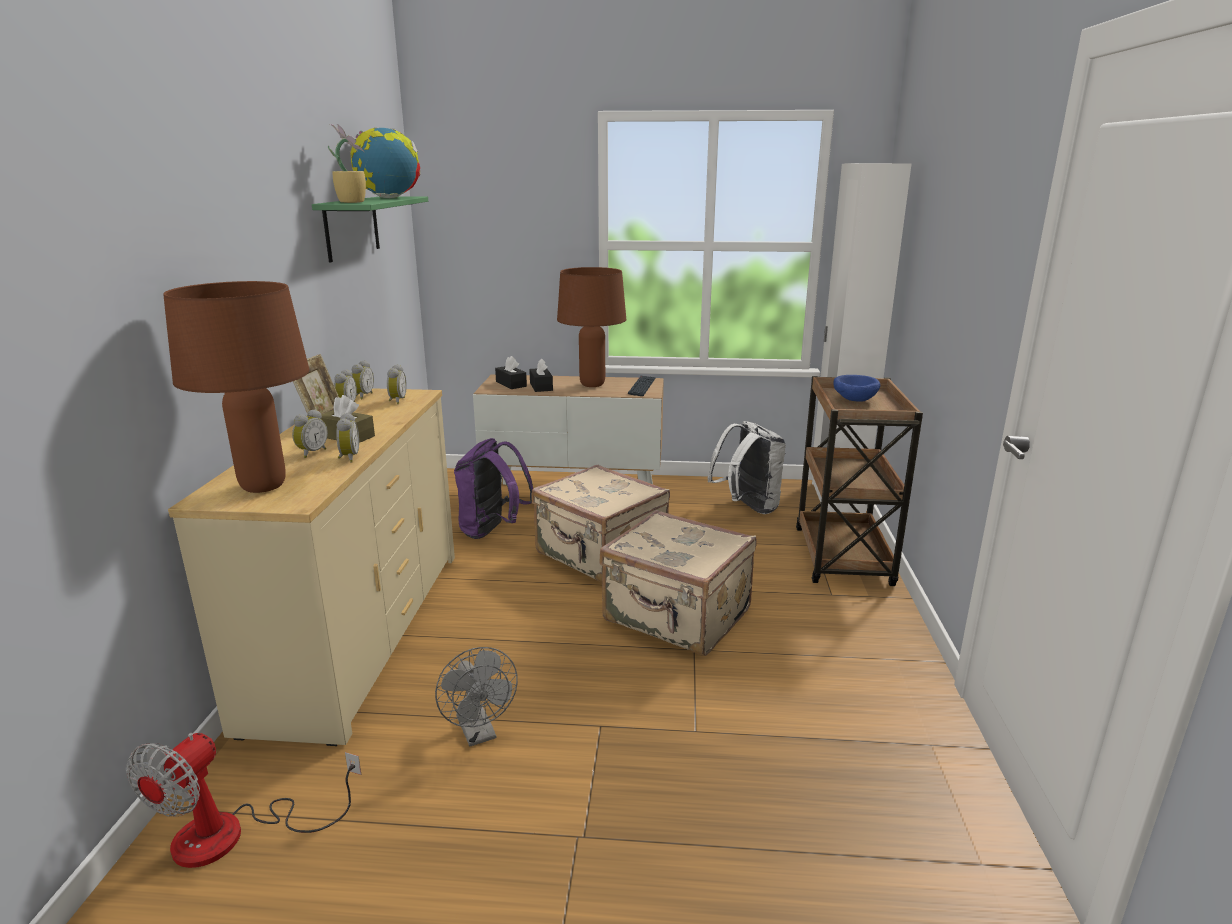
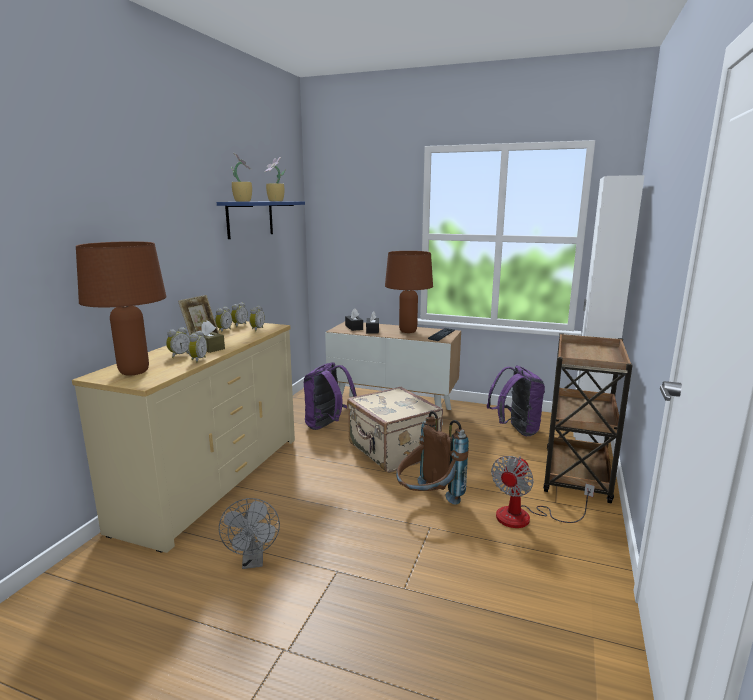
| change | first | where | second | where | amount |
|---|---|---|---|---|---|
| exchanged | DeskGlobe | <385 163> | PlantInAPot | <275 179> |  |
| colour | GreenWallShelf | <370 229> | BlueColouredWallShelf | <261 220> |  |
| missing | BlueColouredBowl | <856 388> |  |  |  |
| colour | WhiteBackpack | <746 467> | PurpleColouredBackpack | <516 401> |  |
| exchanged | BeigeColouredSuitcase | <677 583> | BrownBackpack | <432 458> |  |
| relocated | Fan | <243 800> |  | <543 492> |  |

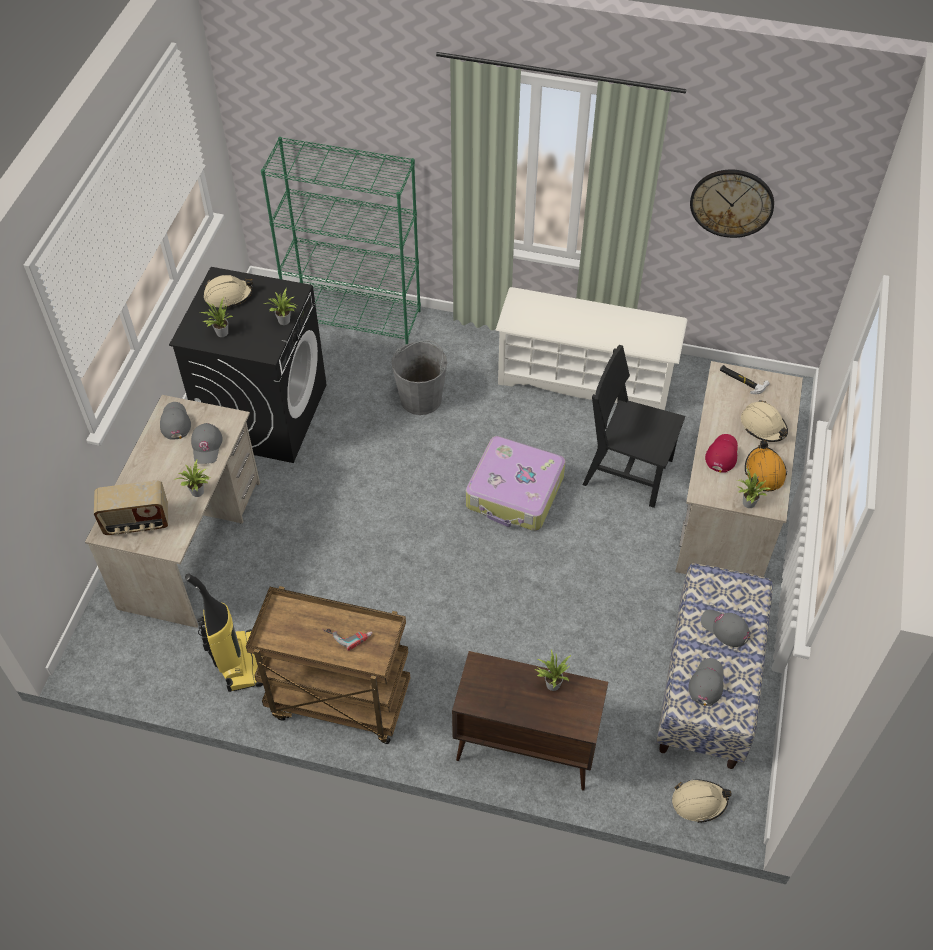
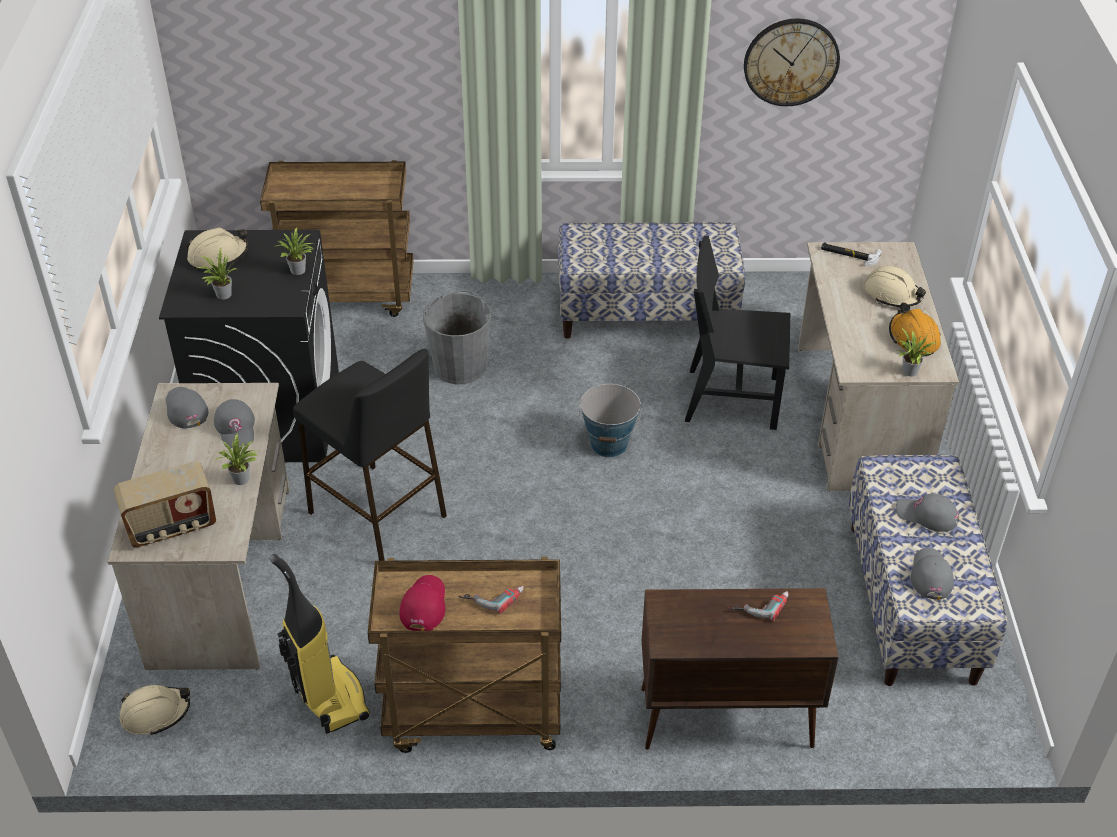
| change | first | where | second | where | amount |
|---|---|---|---|---|---|
| exchanged | GreenBookcase | <341 240> | BrownWheeledCart | <337 238> |  |
| exchanged | WhiteShoeShelf | <591 348> | Bench | <651 280> |  |
| relocated | RedColouredCap | <721 453> |  | <422 603> |  |
| exchanged | Suitcase | <516 483> | Bucket | <610 420> |  |
| exchanged | PlantInAPot | <553 670> | ElectricDrill | <758 606> |  |
| relocated | BeigeColouredWorkHelmet | <701 801> |  | <155 710> |  |
| appeared |  |  | BlackStoolSeat | <370 454> |  |

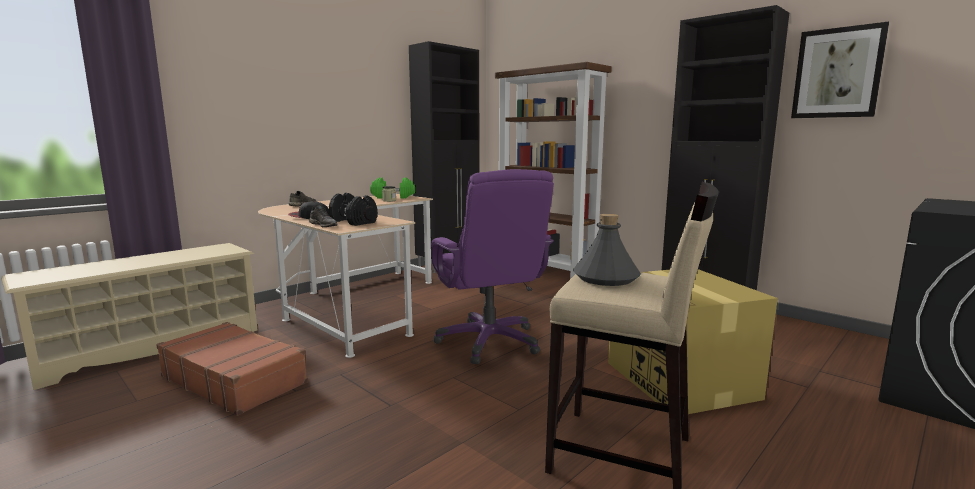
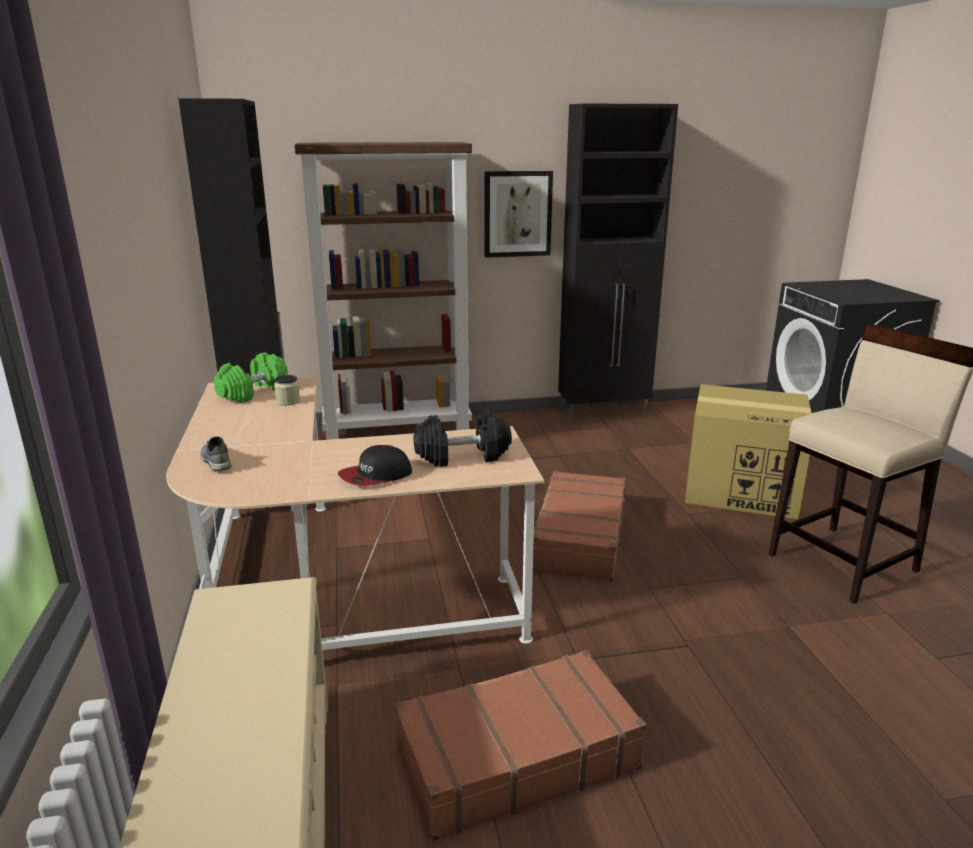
| change | first | where | second | where | amount |
|---|---|---|---|---|---|
| relocated | WallArt | <840 70> |  | <519 214> |  |
| exchanged | PurpleColouredOfficeChair | <492 266> | BrownSuitcase | <579 526> |  |
| missing | GreyLowShoe | <323 216> |  |  |  |
| missing | GreyDrinkBottle | <607 250> |  |  |  |

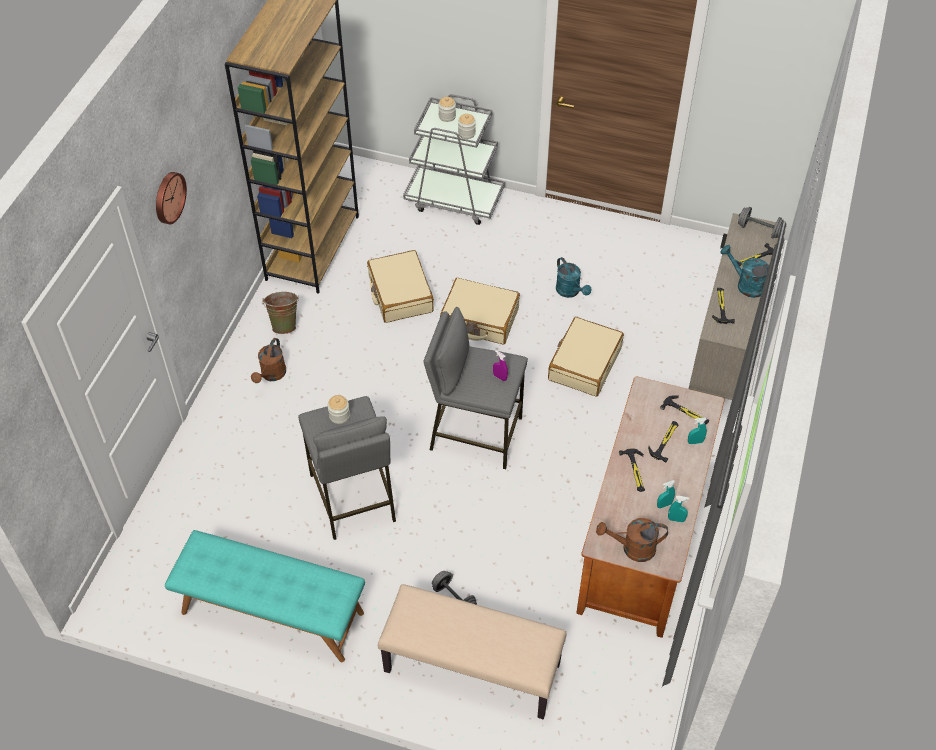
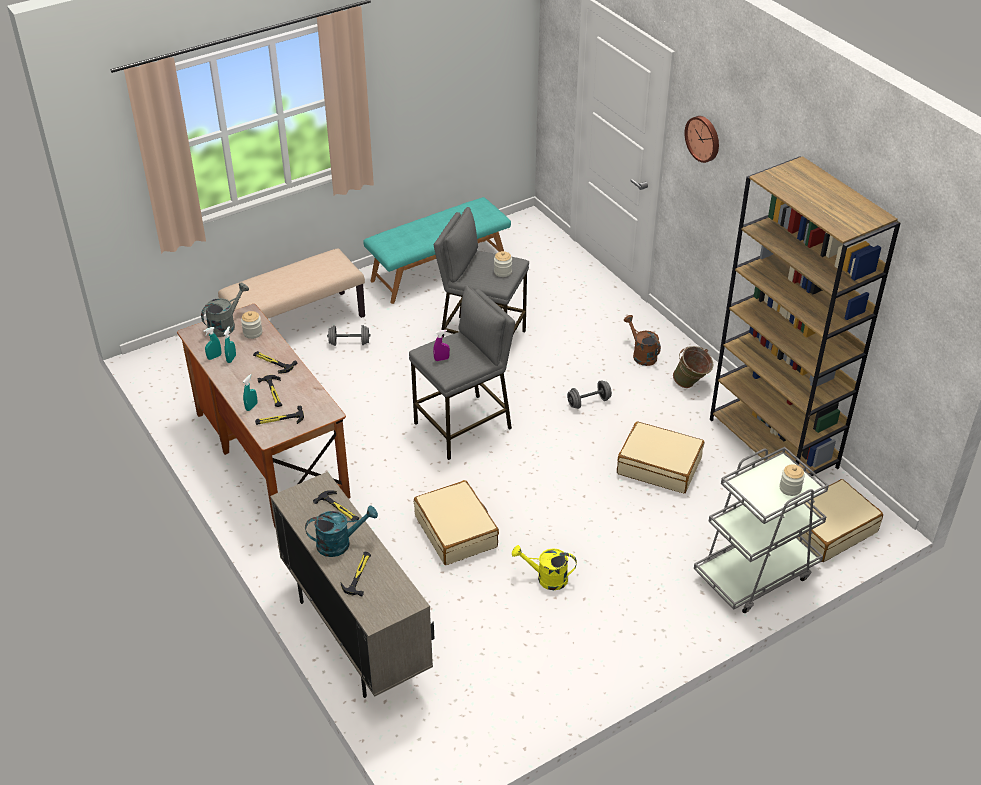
| change | first | where | second | where | amount |
|---|---|---|---|---|---|
| relocated | PreserveJar | <467 126> |  | <252 325> |  |
| relocated | GreyHandWeight | <761 223> |  | <589 394> |  |
| colour | BlueGreenWateringCan | <573 277> | YellowishWateringCan | <544 567> |  |
| relocated | BeigeColouredSuitcase | <480 311> |  | <840 520> |  |
| colour | BrownWateringCan | <632 540> | GreyWateringCan | <225 309> |  |

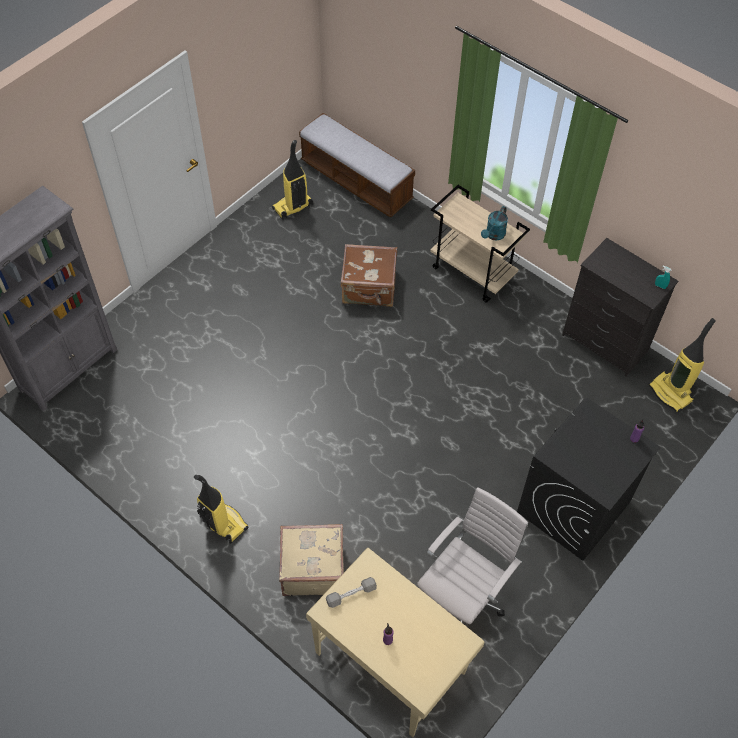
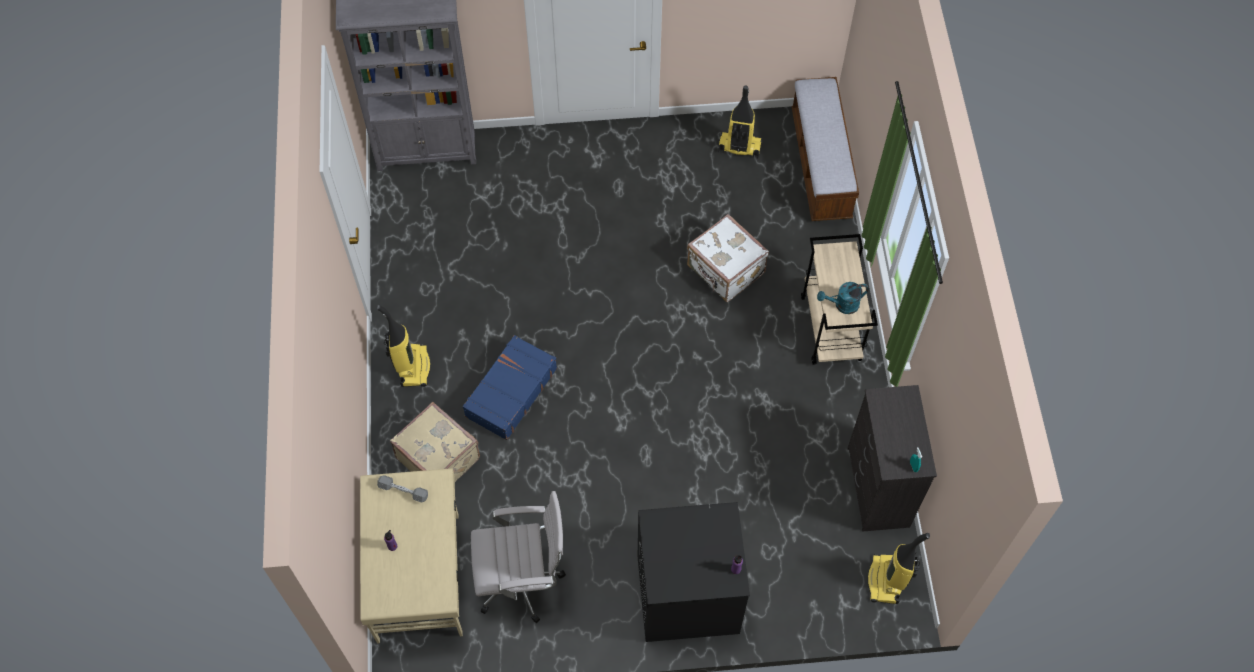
| change | first | where | second | where | amount |
|---|---|---|---|---|---|
| colour | BrownSuitcase | <369 275> | WhiteSuitcase | <728 258> |  |
| appeared |  |  | BlueColouredSuitcase | <510 387> |  |

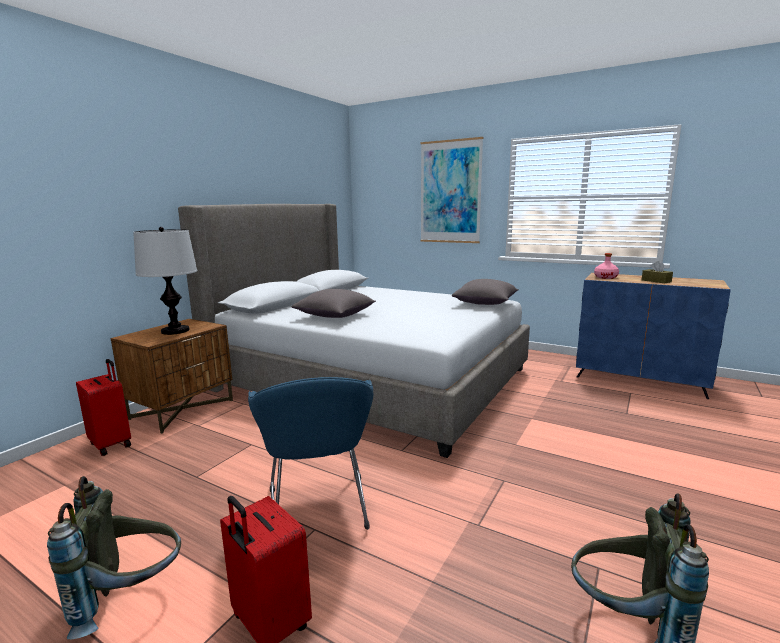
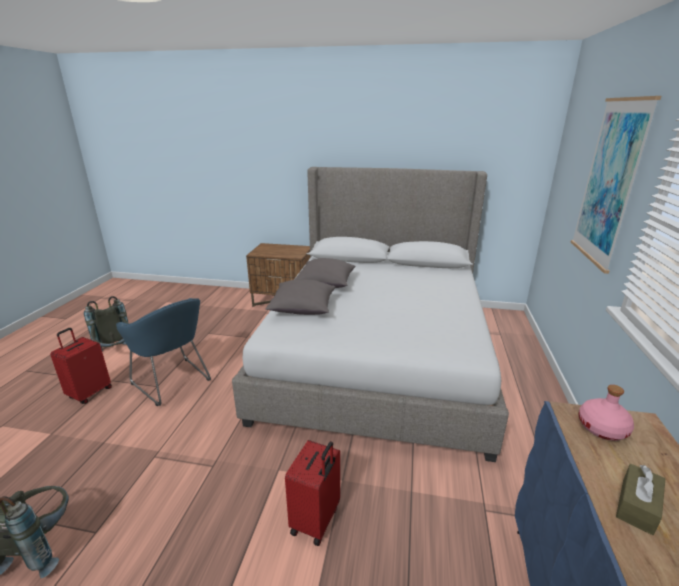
| change | first | where | second | where | amount |
|---|---|---|---|---|---|
| missing | LampForATable | <165 281> |  |  |  |
| relocated | GreyThrowPillow | <485 292> |  | <300 297> |  |
| relocated | RedColouredSuitcase | <103 407> |  | <312 493> |  |
| spun | BlueColouredLoungeChair | <310 453> |  | <163 352> | 105 degrees counterclockwise |

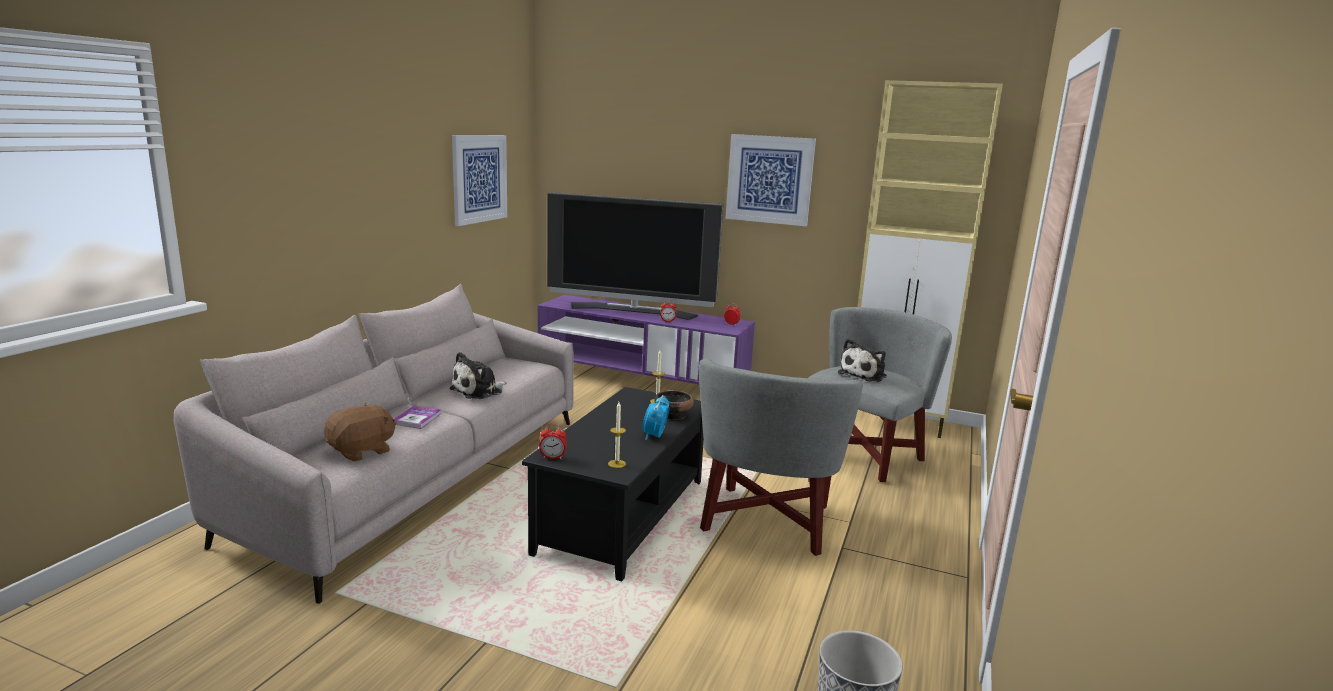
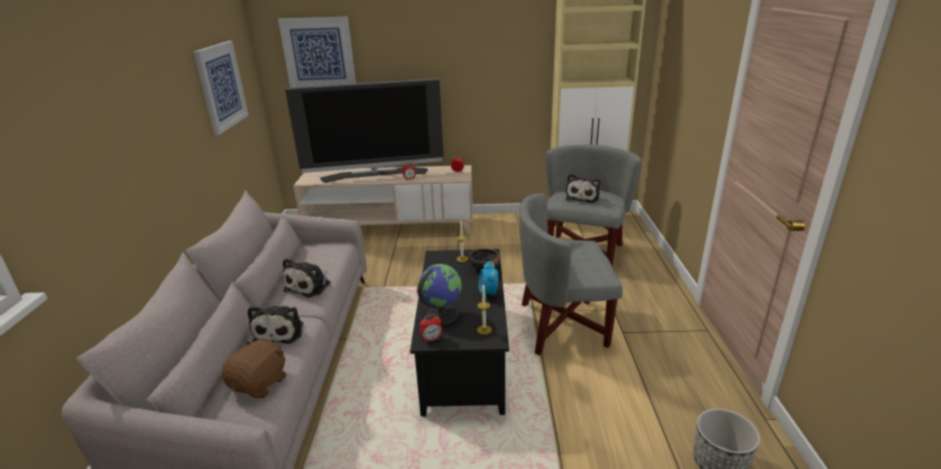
| change | first | where | second | where | amount |
|---|---|---|---|---|---|
| relocated | WallArt | <770 180> |  | <317 52> |  |
| colour | PurpleColouredTvUnit | <646 339> | BeigeColouredTvUnit | <383 199> |  |
| spun | GreyLoungeChair | <781 457> |  | <571 275> | 90 degrees clockwise |
| exchanged | Book | <418 417> | SoftToy | <275 325> |  |
| appeared |  |  | DeskGlobe | <439 294> |  |

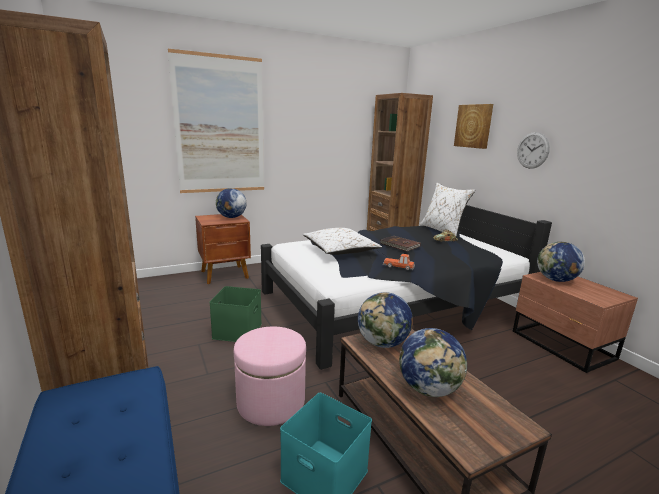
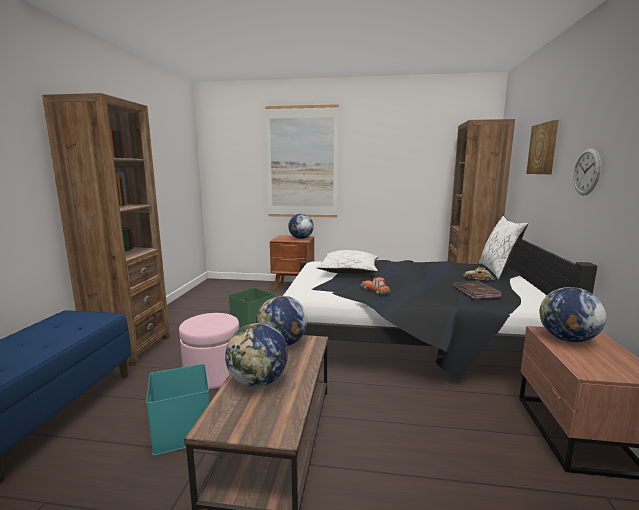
| change | first | where | second | where | amount |
|---|---|---|---|---|---|
| relocated | BrownBook | <400 243> |  | <477 290> |  |

